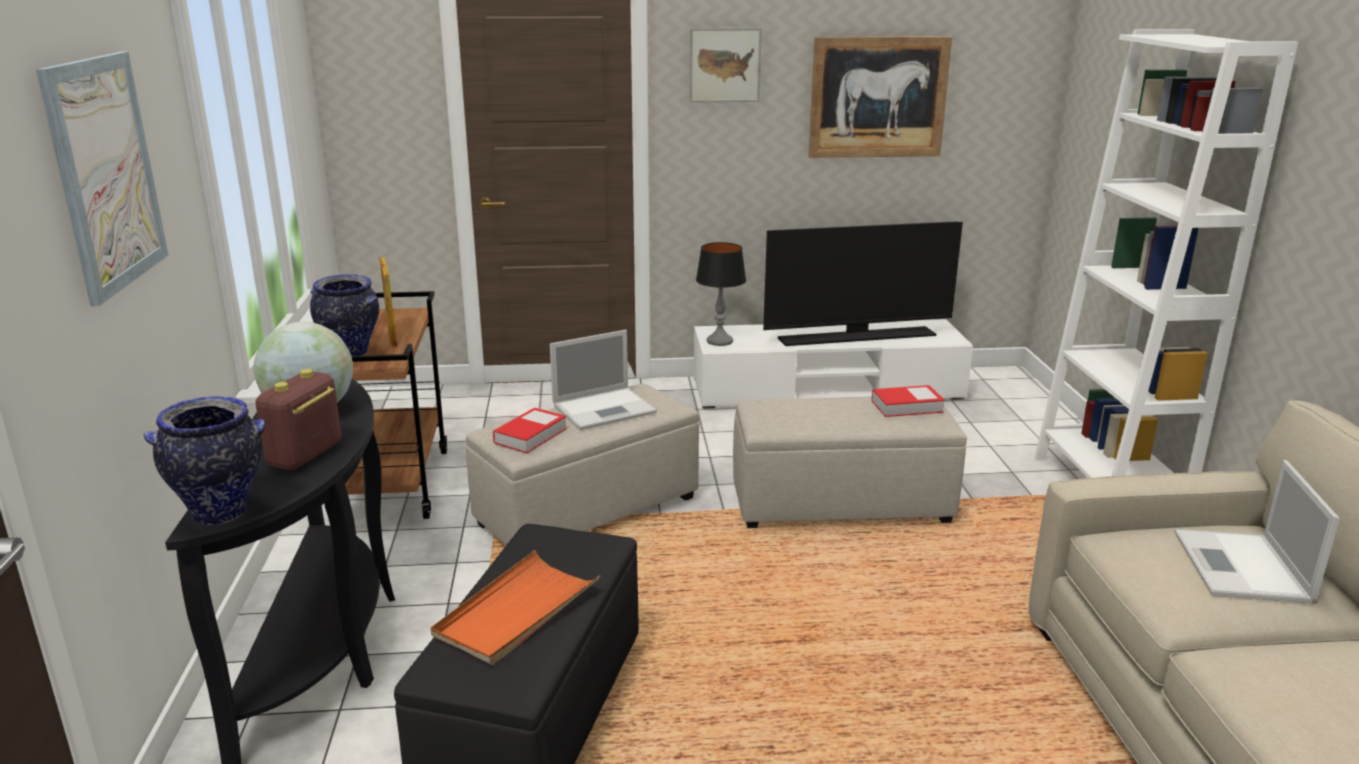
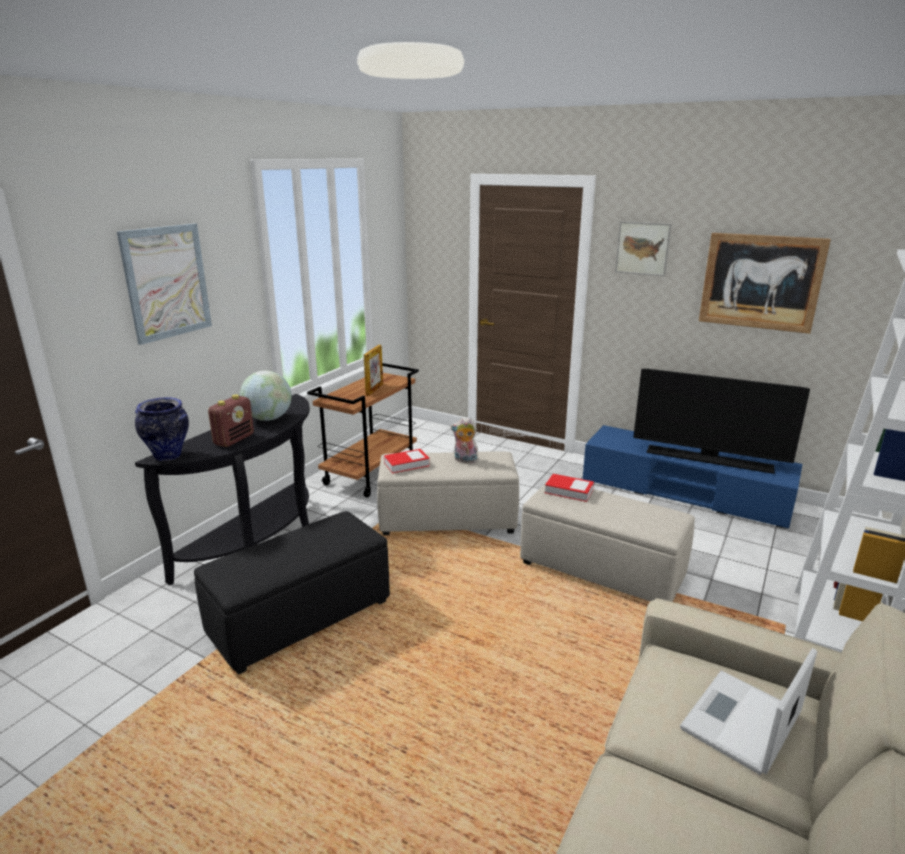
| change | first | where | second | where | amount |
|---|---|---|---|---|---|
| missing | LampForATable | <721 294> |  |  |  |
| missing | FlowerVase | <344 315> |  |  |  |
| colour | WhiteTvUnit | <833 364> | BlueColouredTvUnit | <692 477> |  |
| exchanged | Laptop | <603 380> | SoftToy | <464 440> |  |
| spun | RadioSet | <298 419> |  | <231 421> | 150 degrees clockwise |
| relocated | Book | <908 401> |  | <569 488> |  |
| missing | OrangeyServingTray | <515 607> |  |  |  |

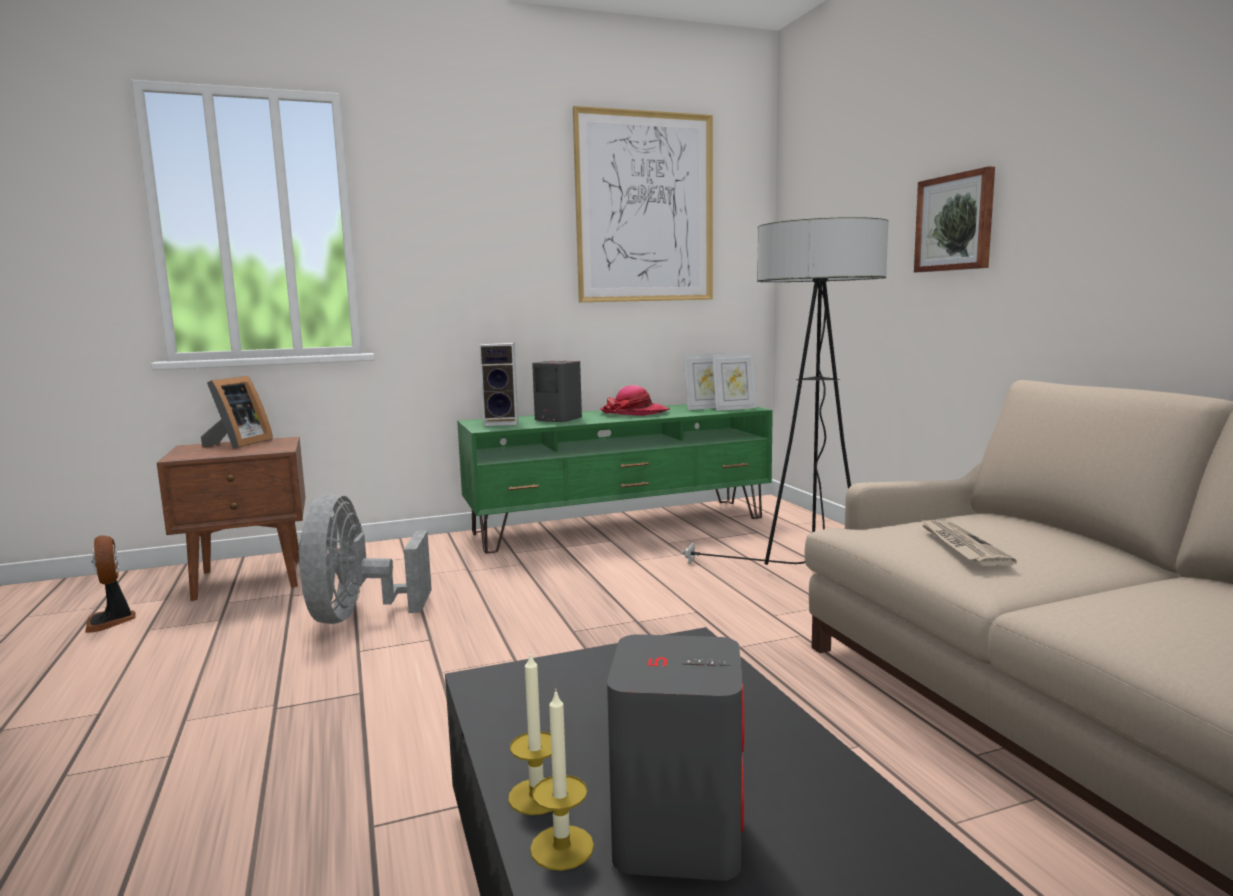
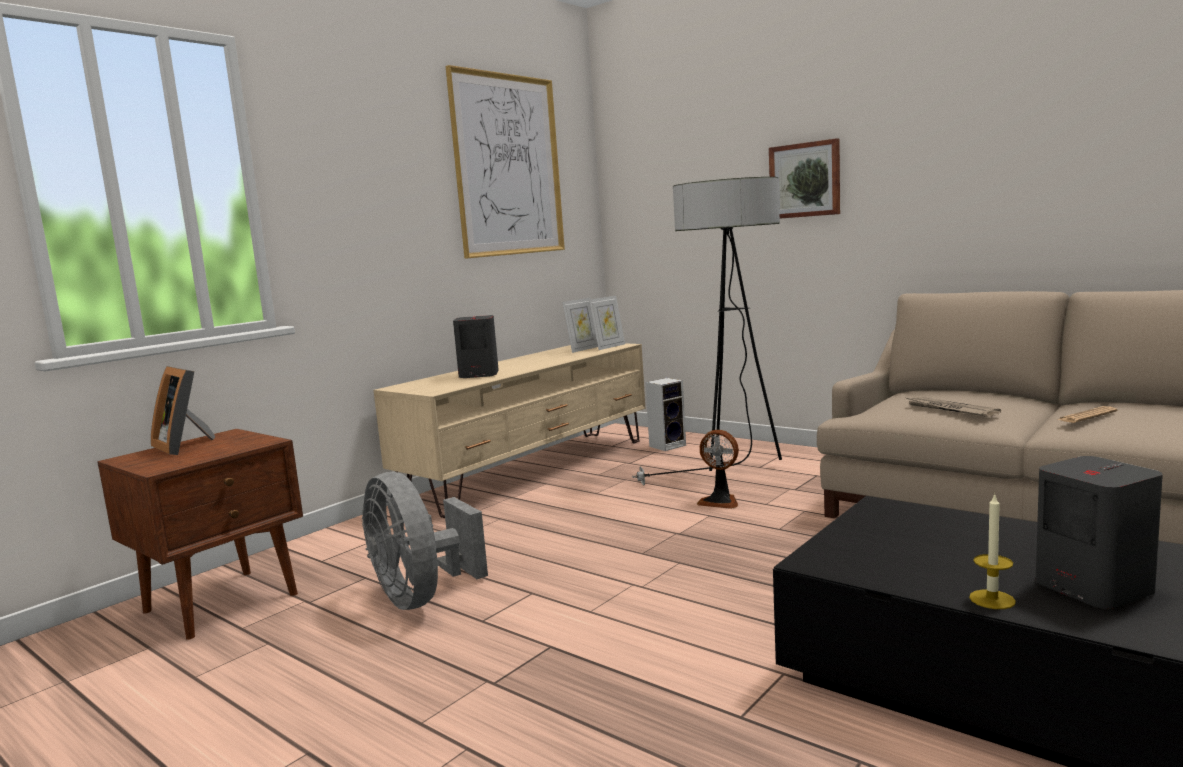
| change | first | where | second | where | amount |
|---|---|---|---|---|---|
| relocated | AudioSpeaker | <498 384> |  | <666 414> |  |
| spun | PhotoFrame | <237 412> |  | <183 410> | 150 degrees clockwise |
| missing | Hat | <635 400> |  |  |  |
| colour | GreenTvUnit | <615 479> | BeigeColouredTvUnit | <509 430> |  |
| relocated | Fan | <110 584> |  | <718 469> |  |
| missing | WaxLight | <562 779> |  |  |  |
| appeared |  |  | Newspaper | <1087 414> |  |

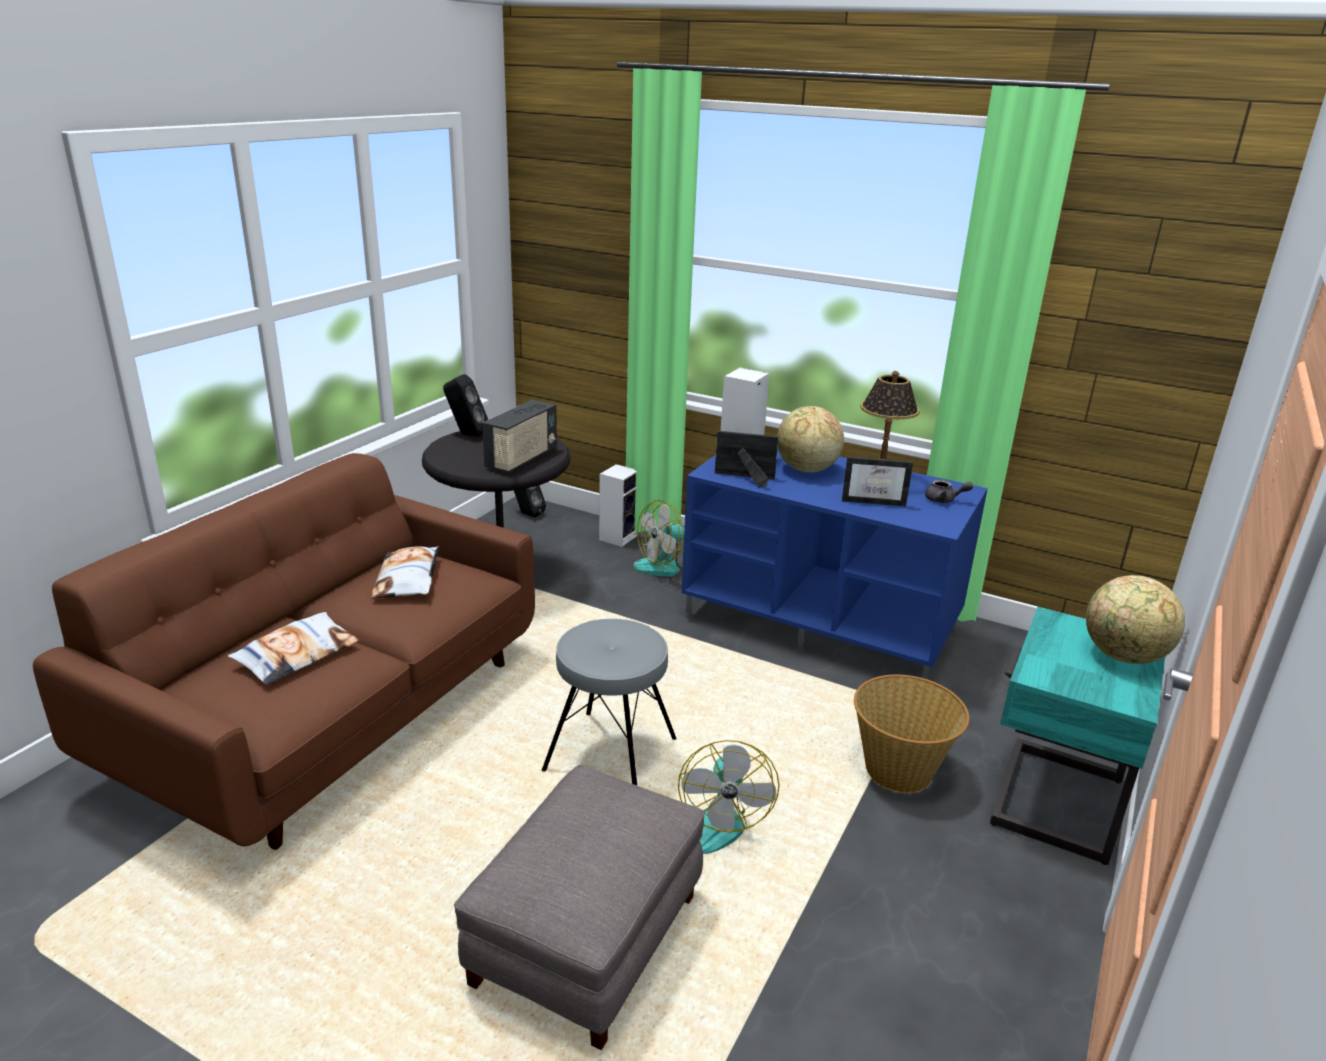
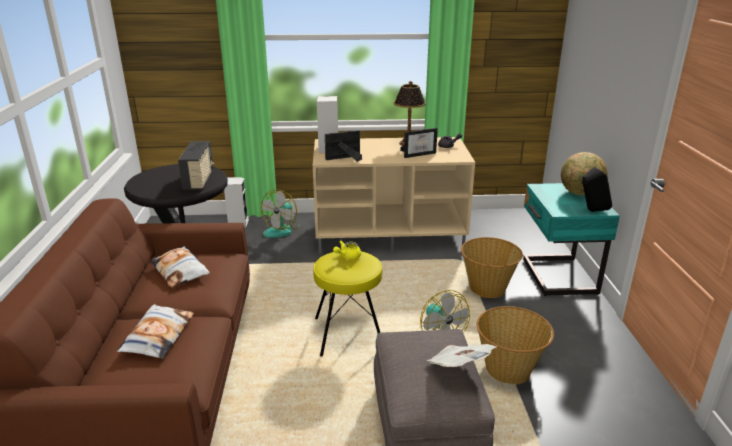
| change | first | where | second | where | amount |
|---|---|---|---|---|---|
| relocated | BlackAudioSpeaker | <465 405> |  | <597 189> |  |
| missing | DeskGlobe | <810 439> |  |  |  |
| colour | BlueColouredTvUnit | <834 563> | BeigeColouredTvUnit | <394 195> |  |
| colour | GreyStoolSeat | <609 702> | YellowishStoolSeat | <347 304> |  |
| appeared |  |  | YellowishTeaPot | <347 250> |  |
| appeared |  |  | Basket | <515 345> |  |
| appeared |  |  | Newspaper | <462 355> |  |

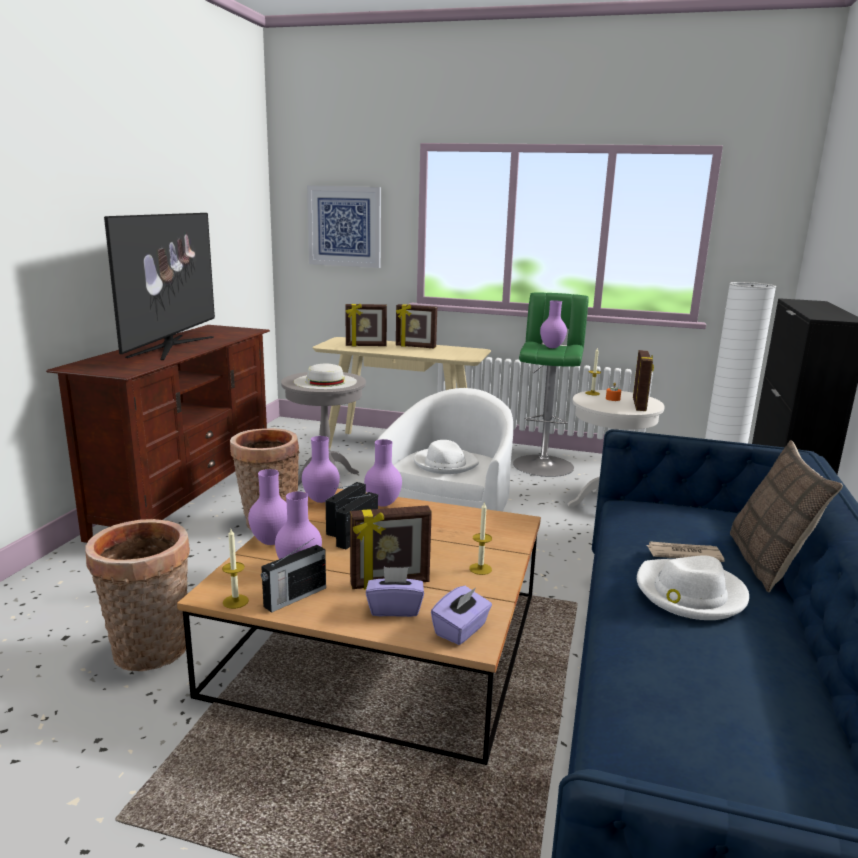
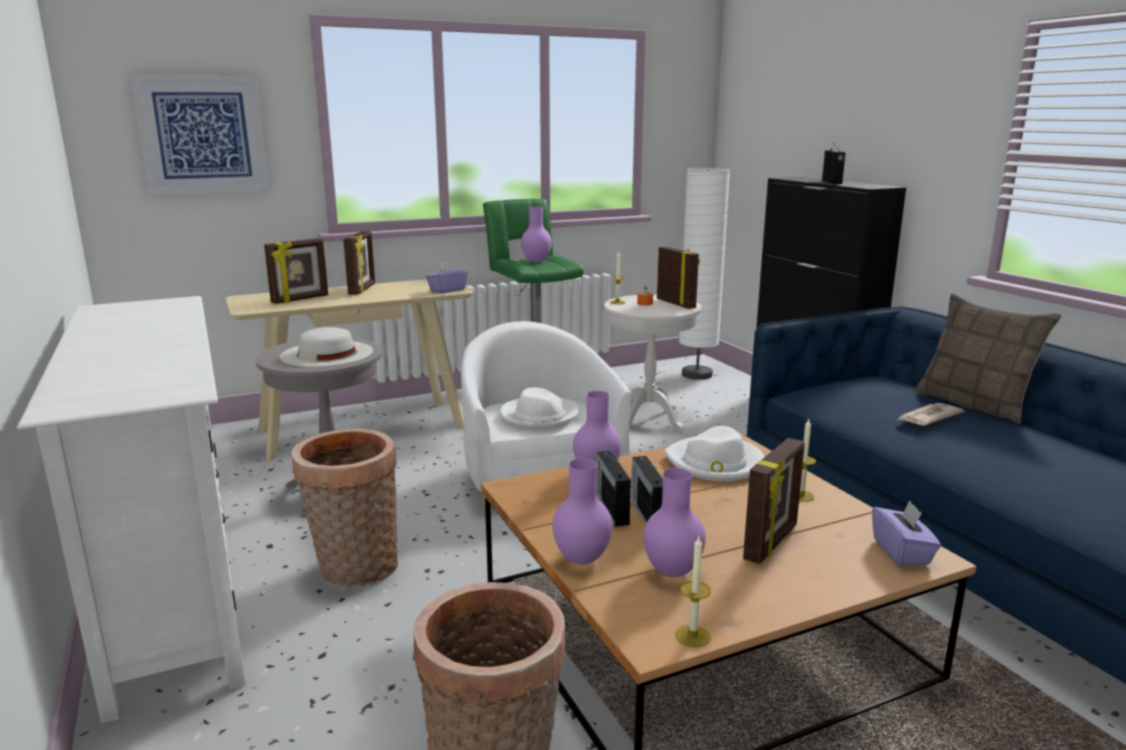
| change | first | where | second | where | amount |
|---|---|---|---|---|---|
| missing | Tv | <159 286> |  |  |  |
| spun | PhotoFrame | <416 326> |  | <359 263> | 60 degrees counterclockwise |
| colour | BrownTvUnit | <158 434> | WhiteTvUnit | <131 510> |  |
| missing | PurpleColouredFlowerVase | <321 469> |  |  |  |
| relocated | RadioSet | <293 576> |  | <834 162> |  |
| relocated | WhiteHat | <693 587> |  | <714 453> |  |
| relocated | PurpleColouredBoxOfTissues | <395 592> |  | <447 277> |  |

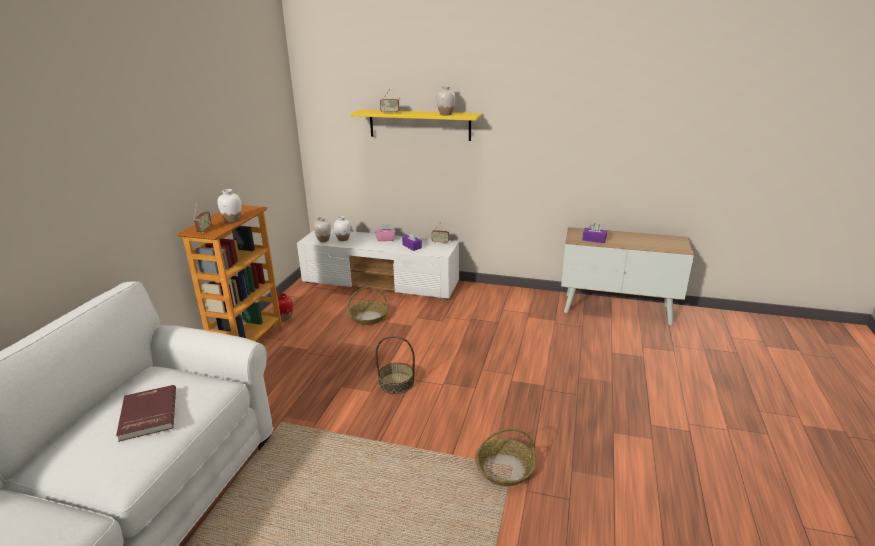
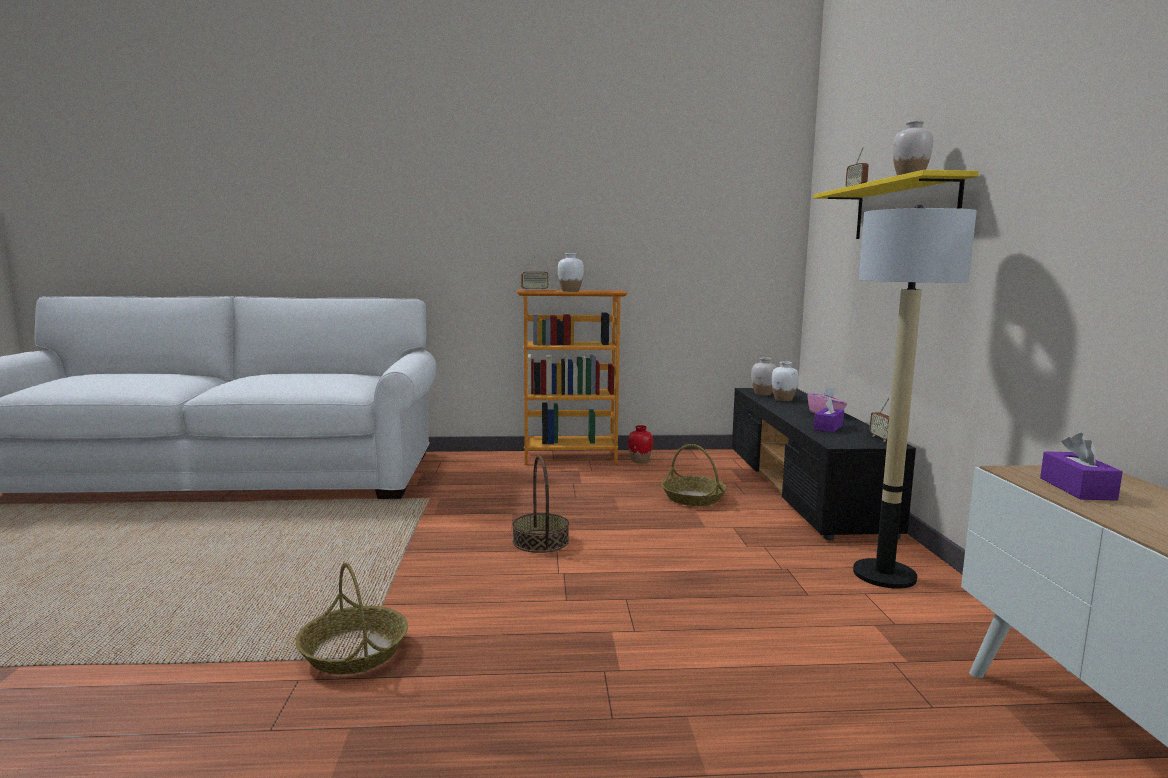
| change | first | where | second | where | amount |
|---|---|---|---|---|---|
| colour | WhiteTvUnit | <378 265> | BlackTvUnit | <824 464> |  |
| missing | RedColouredBook | <146 413> |  |  |  |
| appeared |  |  | StandingLamp | <915 397> |  |

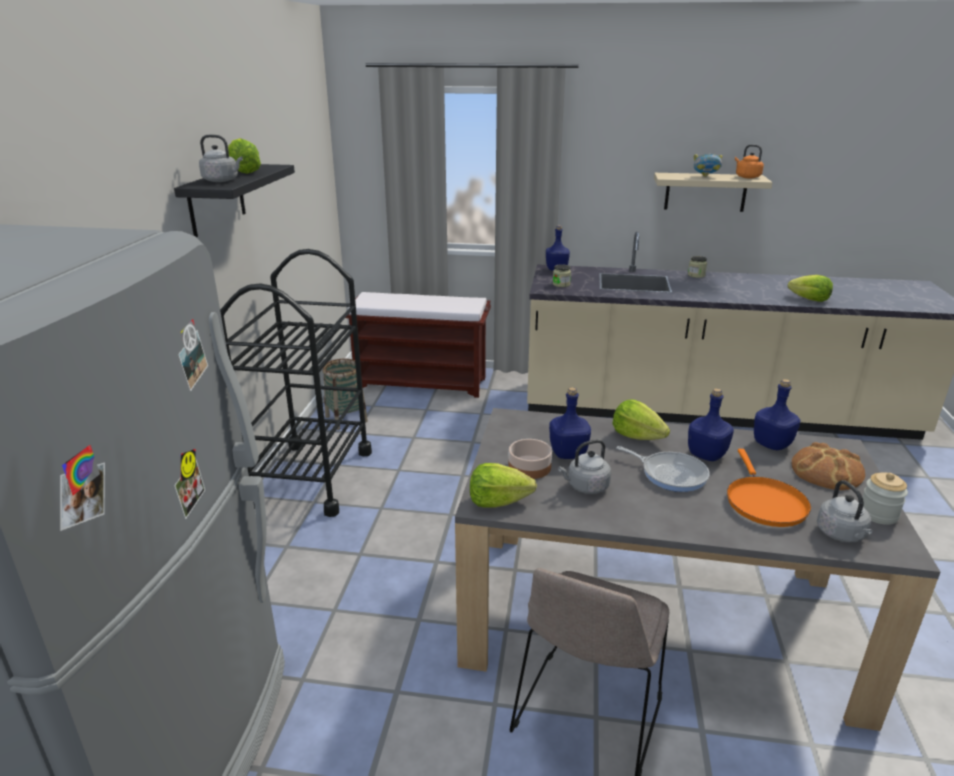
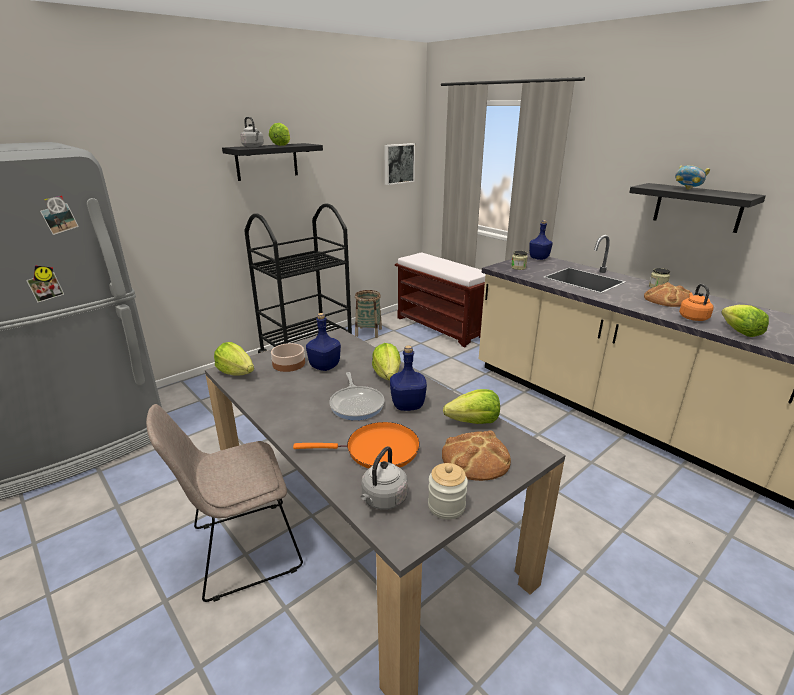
| change | first | where | second | where | amount |
|---|---|---|---|---|---|
| relocated | OrangeyWaterKettle | <749 161> |  | <696 302> |  |
| colour | BeigeColouredWallShelf | <713 192> | BlackWallShelf | <697 208> |  |
| exchanged | BlueColouredDrinkBottle | <777 414> | LettuceHead | <471 406> |  |
| missing | GreyWaterKettle | <584 466> |  |  |  |
| spun | OrangeyFryingPan | <769 488> |  | <356 445> | 135 degrees counterclockwise |
| appeared |  |  | WallArt | <399 164> |  |
| appeared |  |  | BakeryBread | <667 294> |  |

